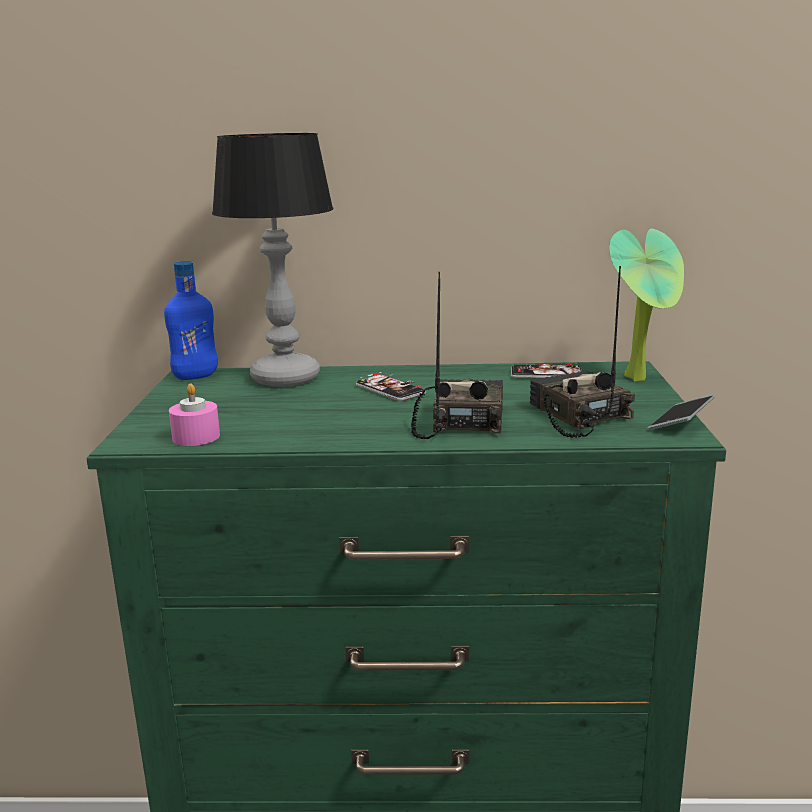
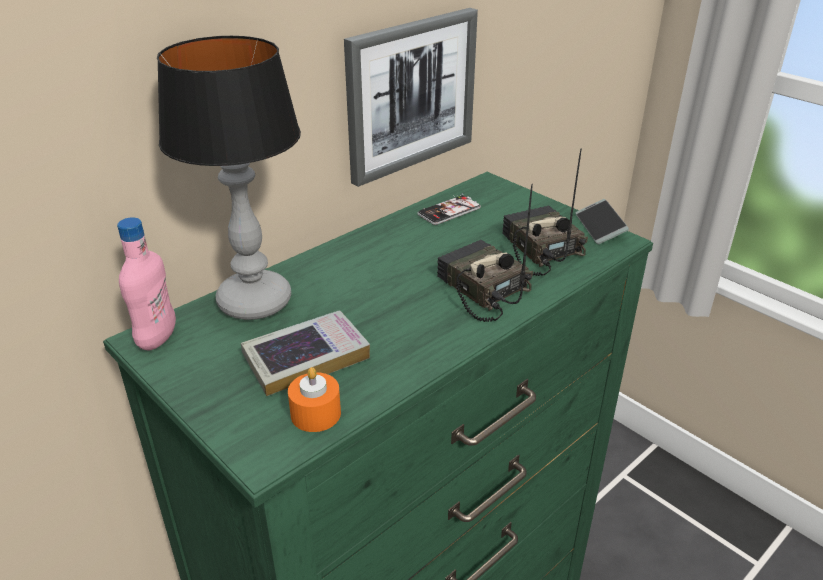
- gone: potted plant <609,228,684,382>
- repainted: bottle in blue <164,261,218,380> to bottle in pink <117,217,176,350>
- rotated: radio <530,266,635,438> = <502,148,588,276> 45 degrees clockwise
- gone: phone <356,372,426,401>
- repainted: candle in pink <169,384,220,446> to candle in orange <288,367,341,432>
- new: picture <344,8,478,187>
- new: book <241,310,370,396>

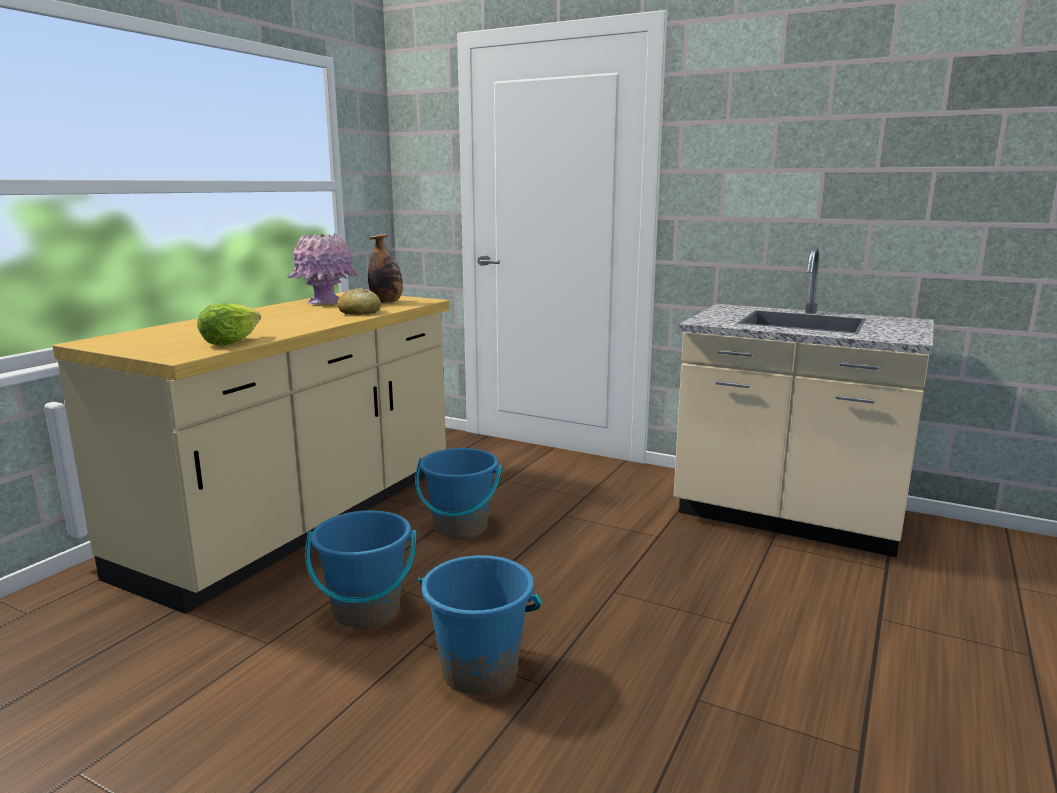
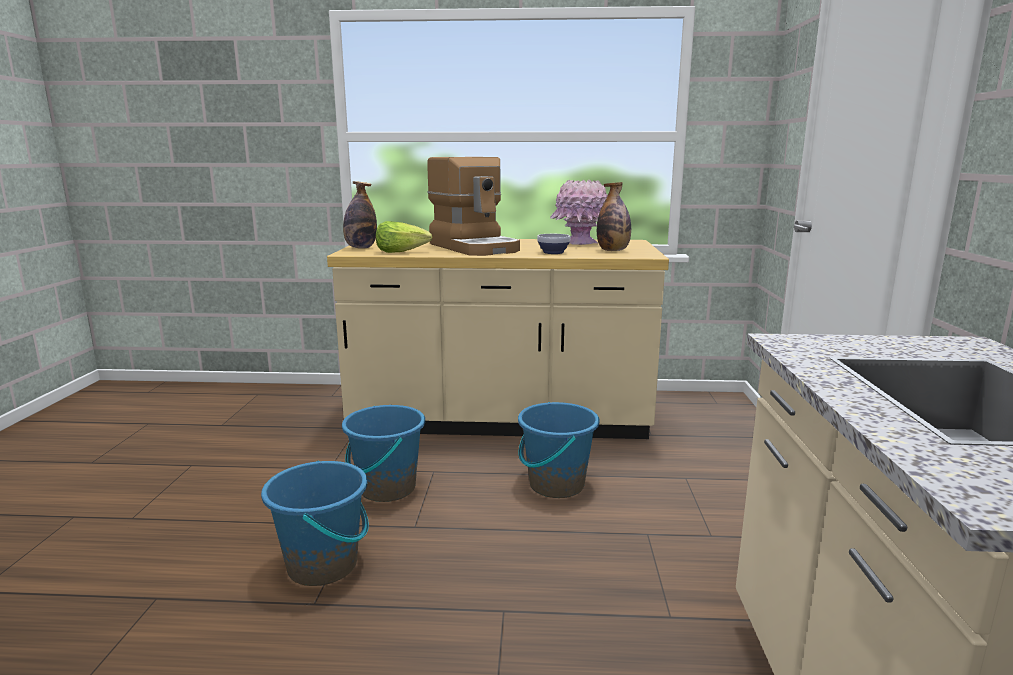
- swapped: bread <337,288,381,315> to bowl <537,234,571,254>
- new: coffee machine <427,157,520,256>
- new: bottle <343,181,377,248>

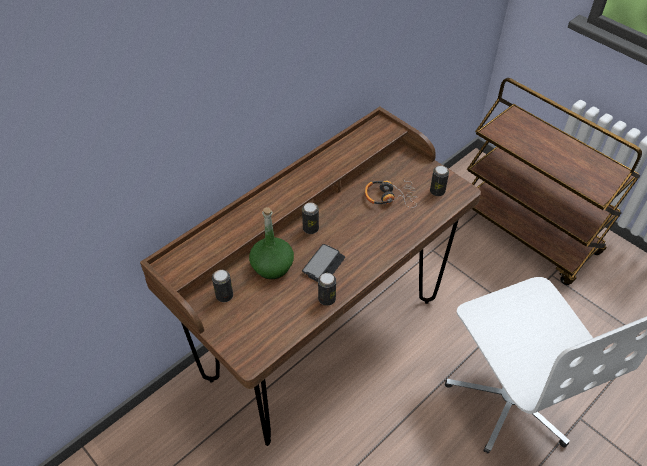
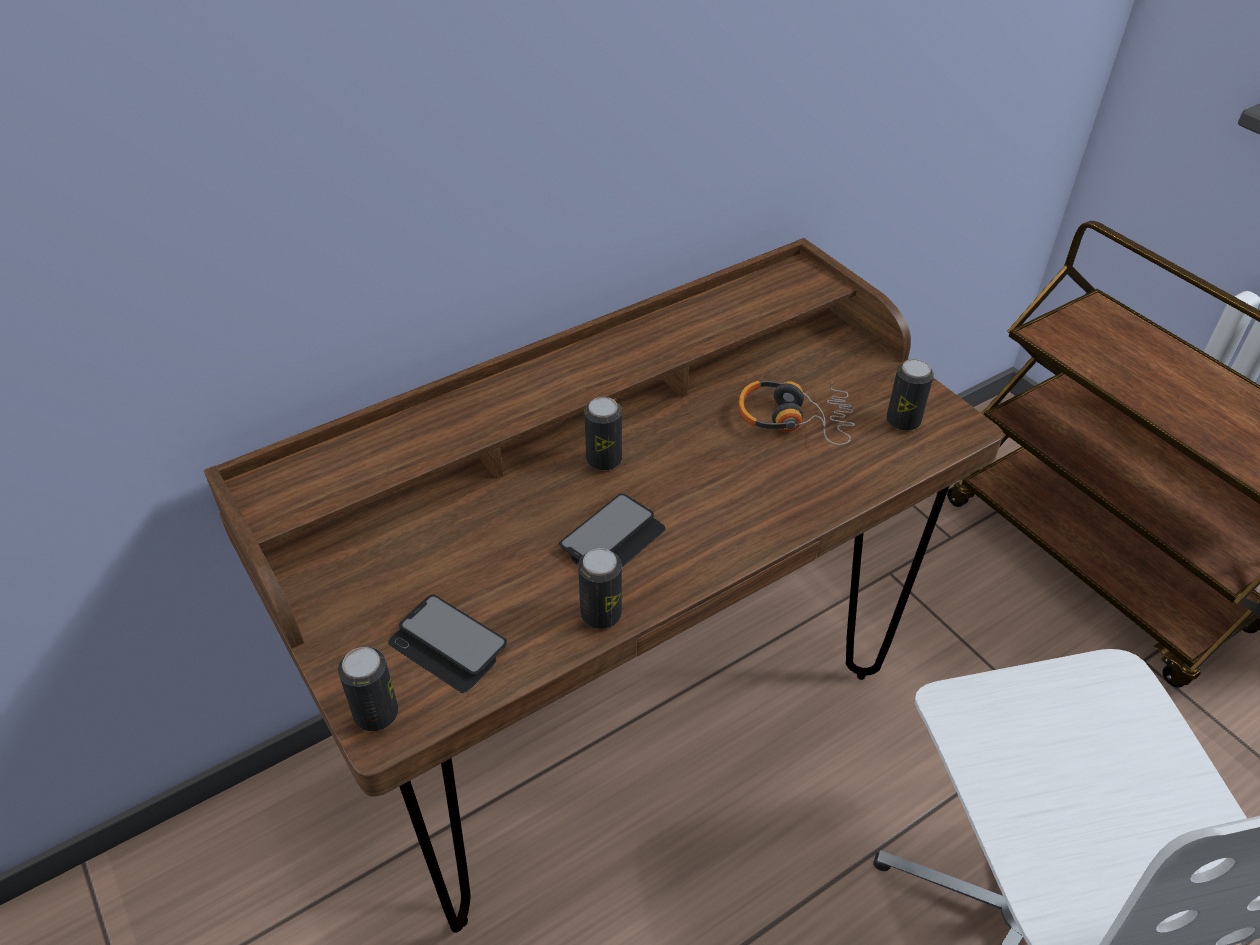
- gone: bottle in green <249,207,294,279>
- shifted: can <212,270,233,302> to <338,647,398,731>
- new: phone <388,595,507,693>

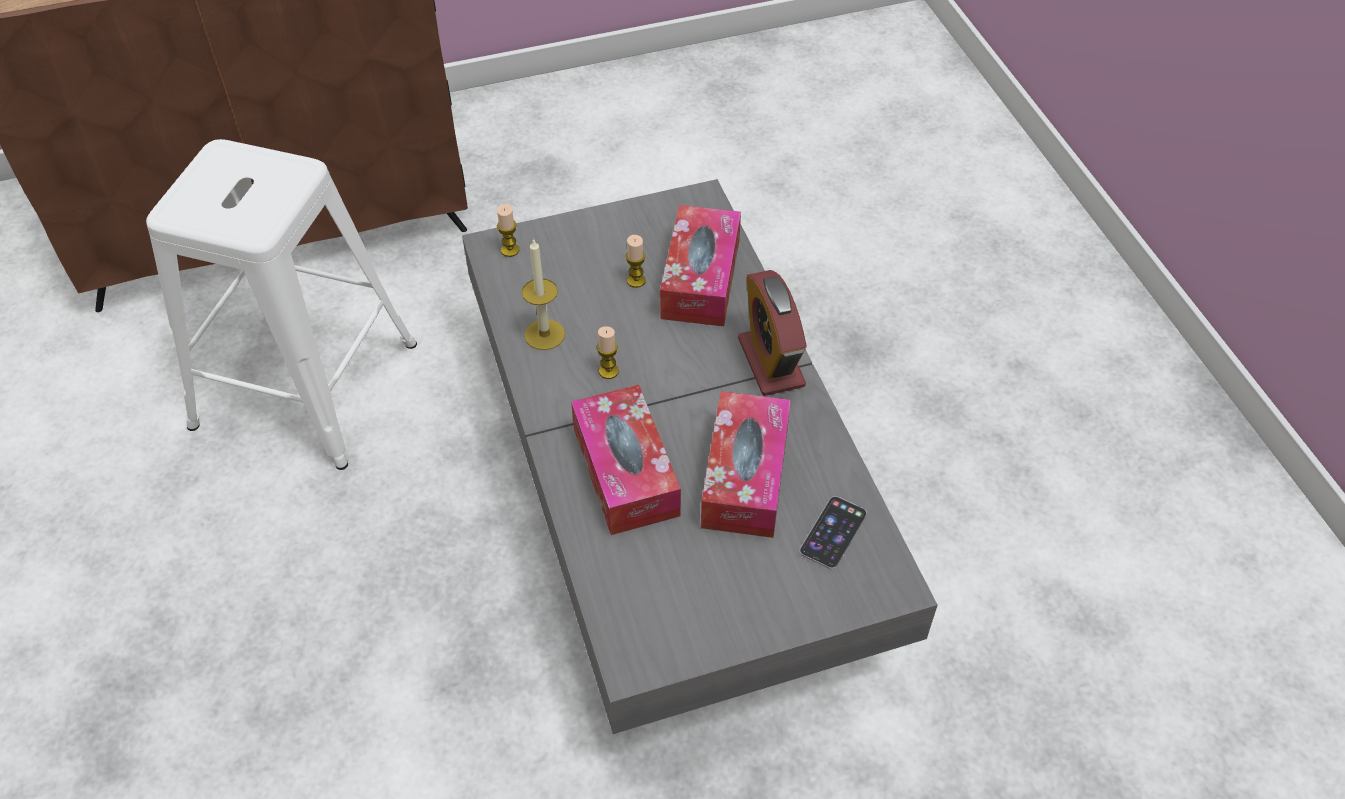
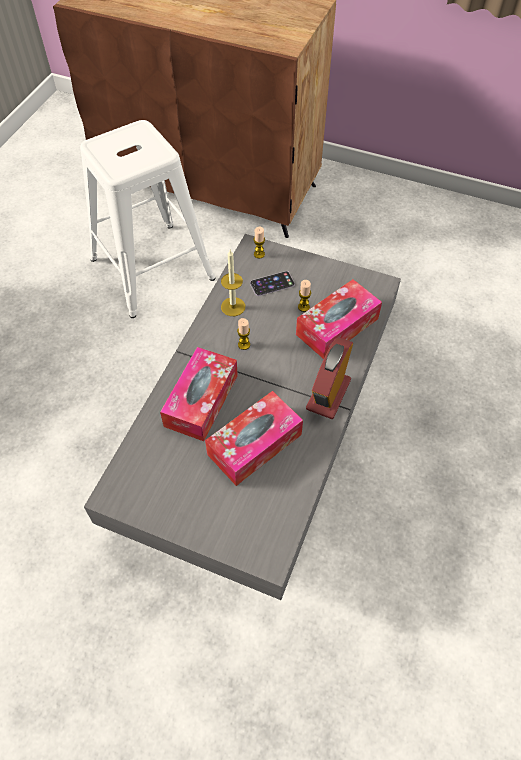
- shifted: phone <799,496,867,570> to <250,271,295,296>

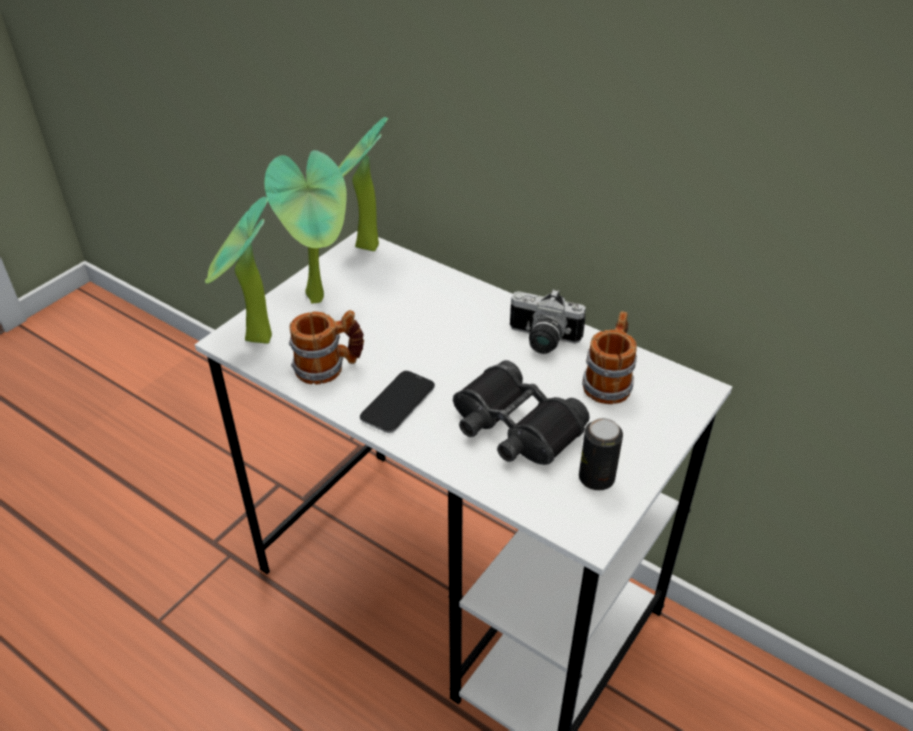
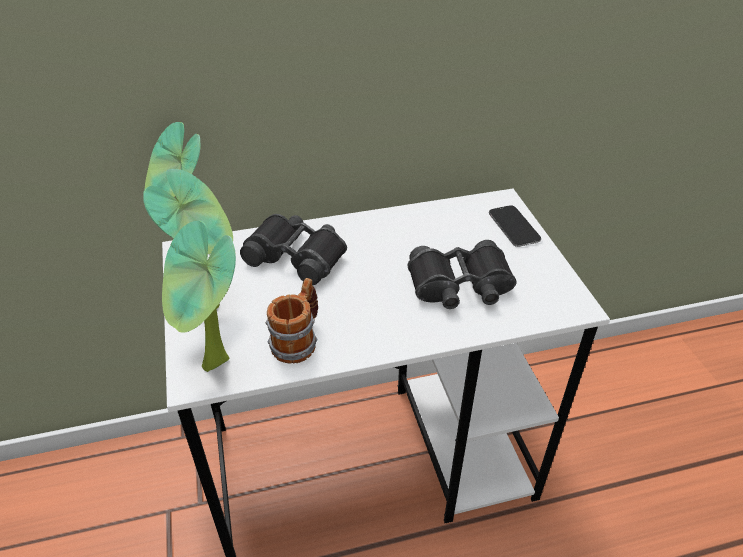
- gone: photo camera <510,289,586,354>
- gone: mug <582,311,637,404>
- shifted: phone <360,371,435,433> to <489,205,541,247>
- gone: can <579,418,623,490>
- new: binoculars in black <240,214,347,285>

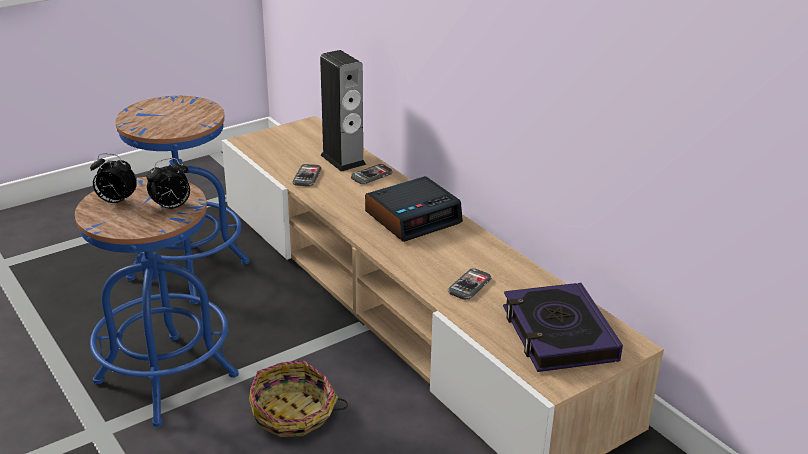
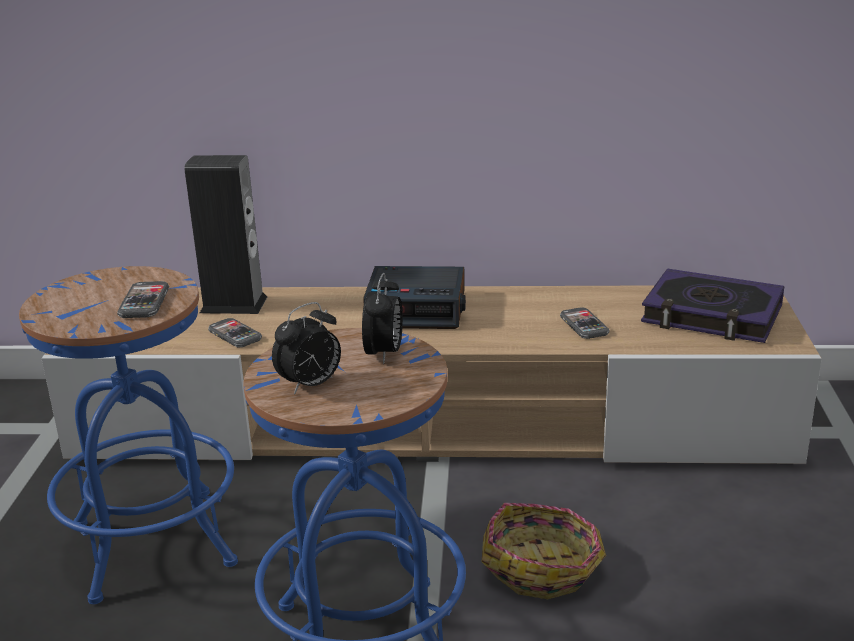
- shifted: phone <351,164,393,184> to <117,281,169,318>
- rotated: alarm clock <365,176,463,242> = <364,266,466,329> 90 degrees clockwise

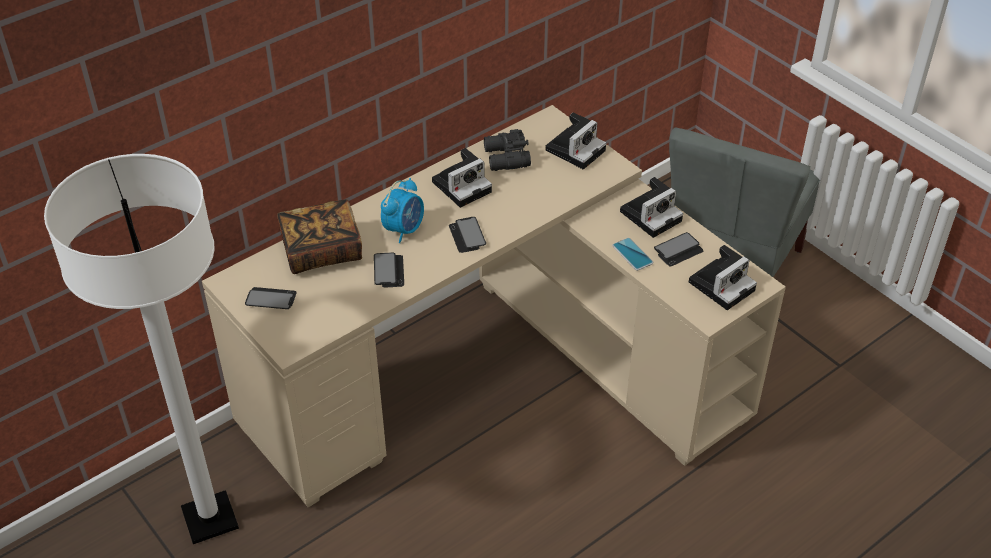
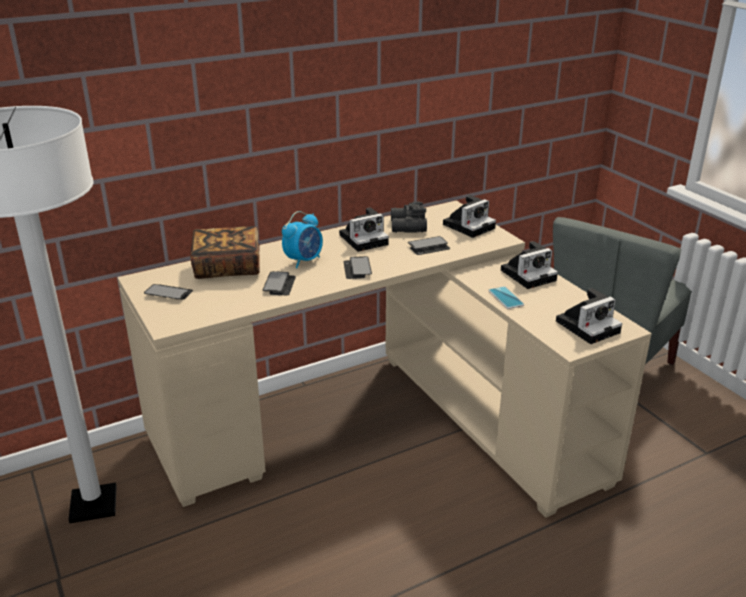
- shifted: phone <654,232,703,267> to <408,236,450,255>

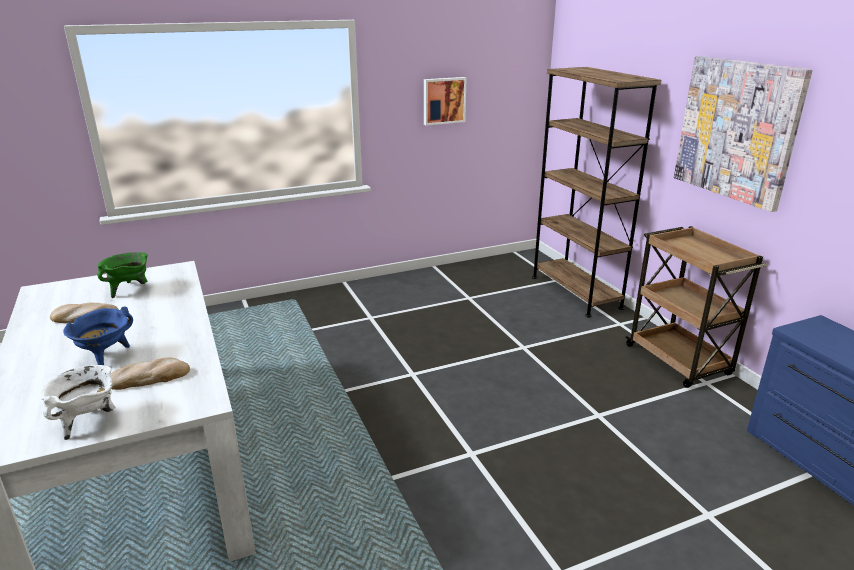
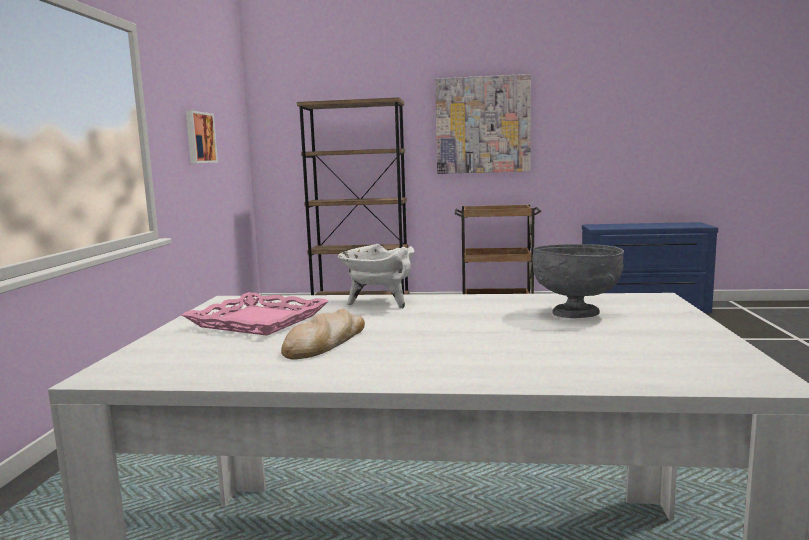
- swapped: cooking pot in green <97,252,148,298> to tray in pink <182,292,329,336>
- gone: cooking pot in blue <63,306,133,365>
- swapped: bread <111,357,190,390> to bowl in grey <532,244,624,318>
- shifted: cooking pot in white <39,365,115,440> to <338,244,414,309>

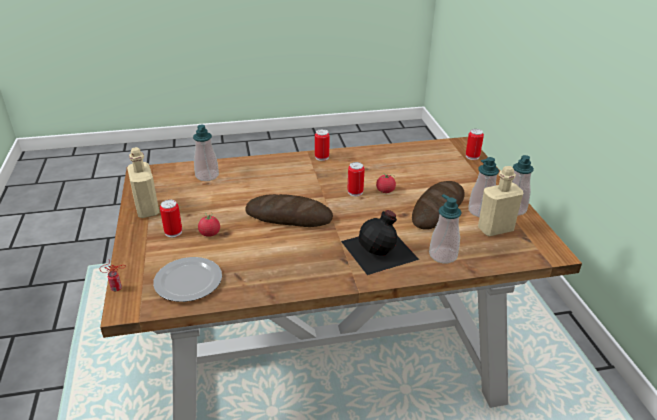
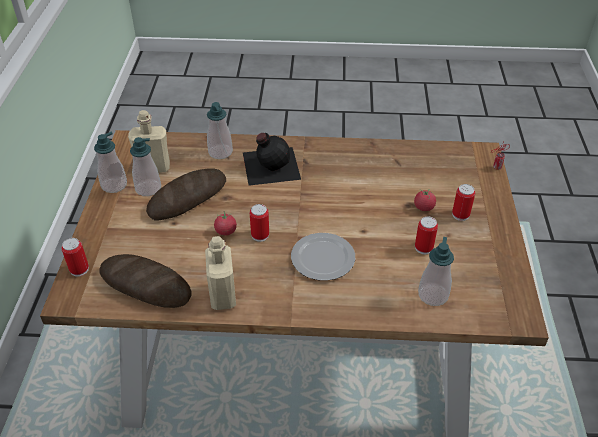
- shifted: can <315,129,330,161> to <415,216,438,254>
- shifted: bottle in beige <127,147,160,218> to <205,236,236,310>
- shifted: bread <245,194,333,227> to <100,254,192,308>
- shifted: plate <153,257,222,302> to <291,233,355,281>

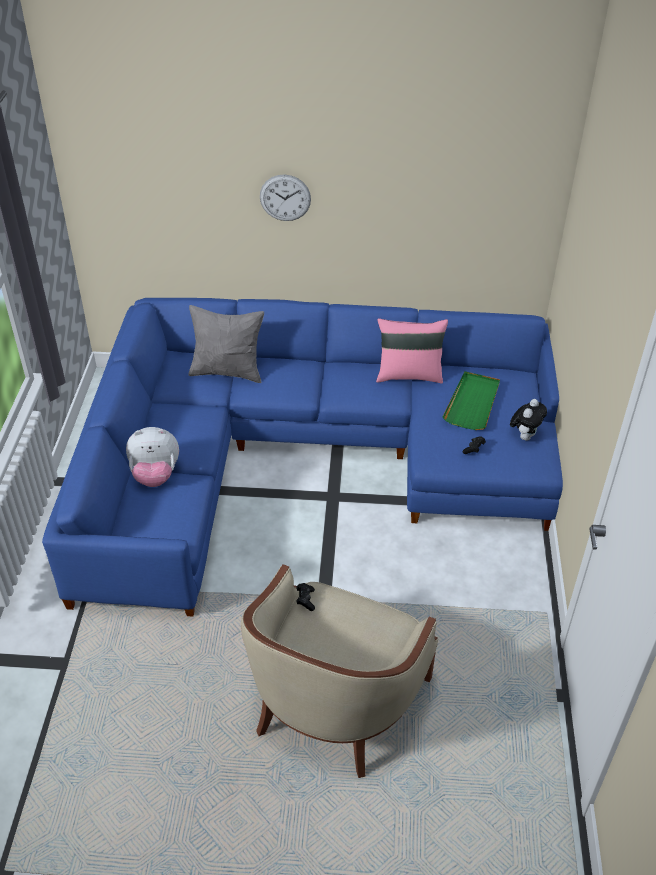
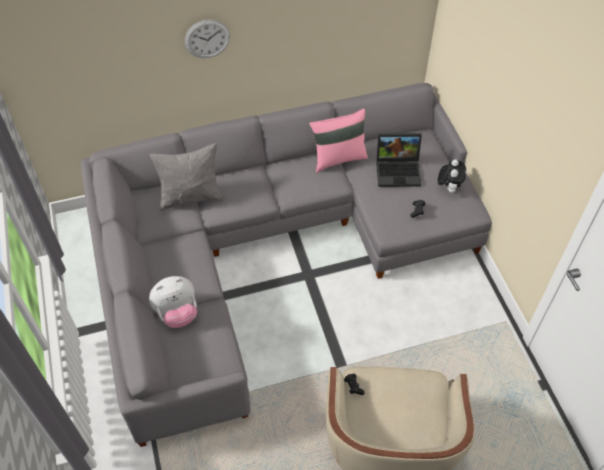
- repainted: sofa in blue <42,298,563,617> to sofa in grey <81,83,492,447>
- swapped: tray in green <443,371,500,430> to laptop <376,133,422,187>

